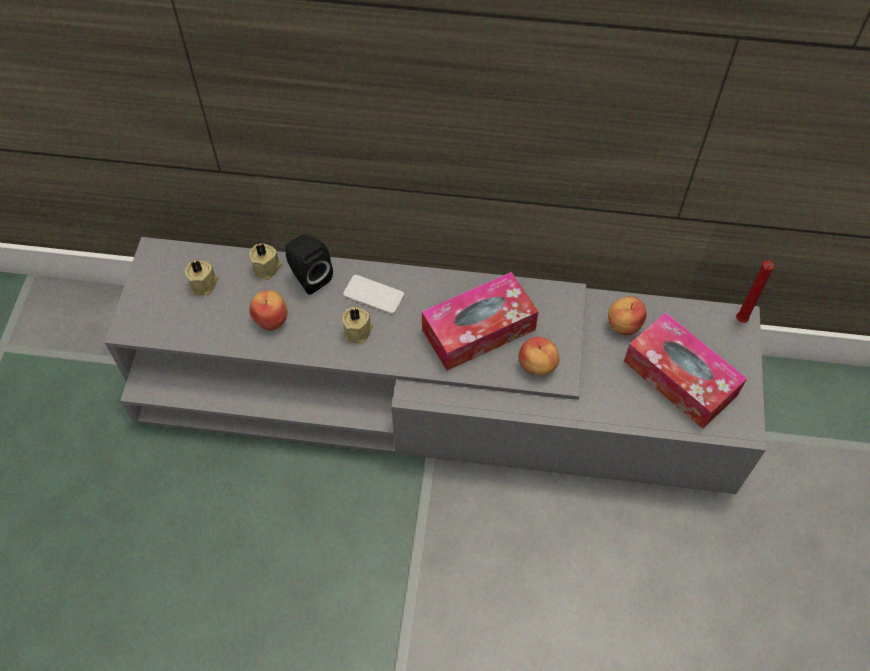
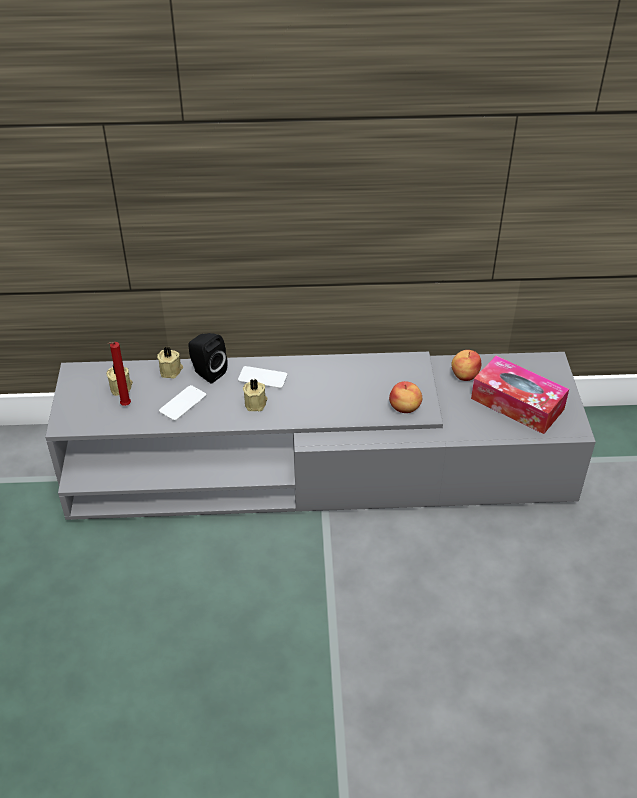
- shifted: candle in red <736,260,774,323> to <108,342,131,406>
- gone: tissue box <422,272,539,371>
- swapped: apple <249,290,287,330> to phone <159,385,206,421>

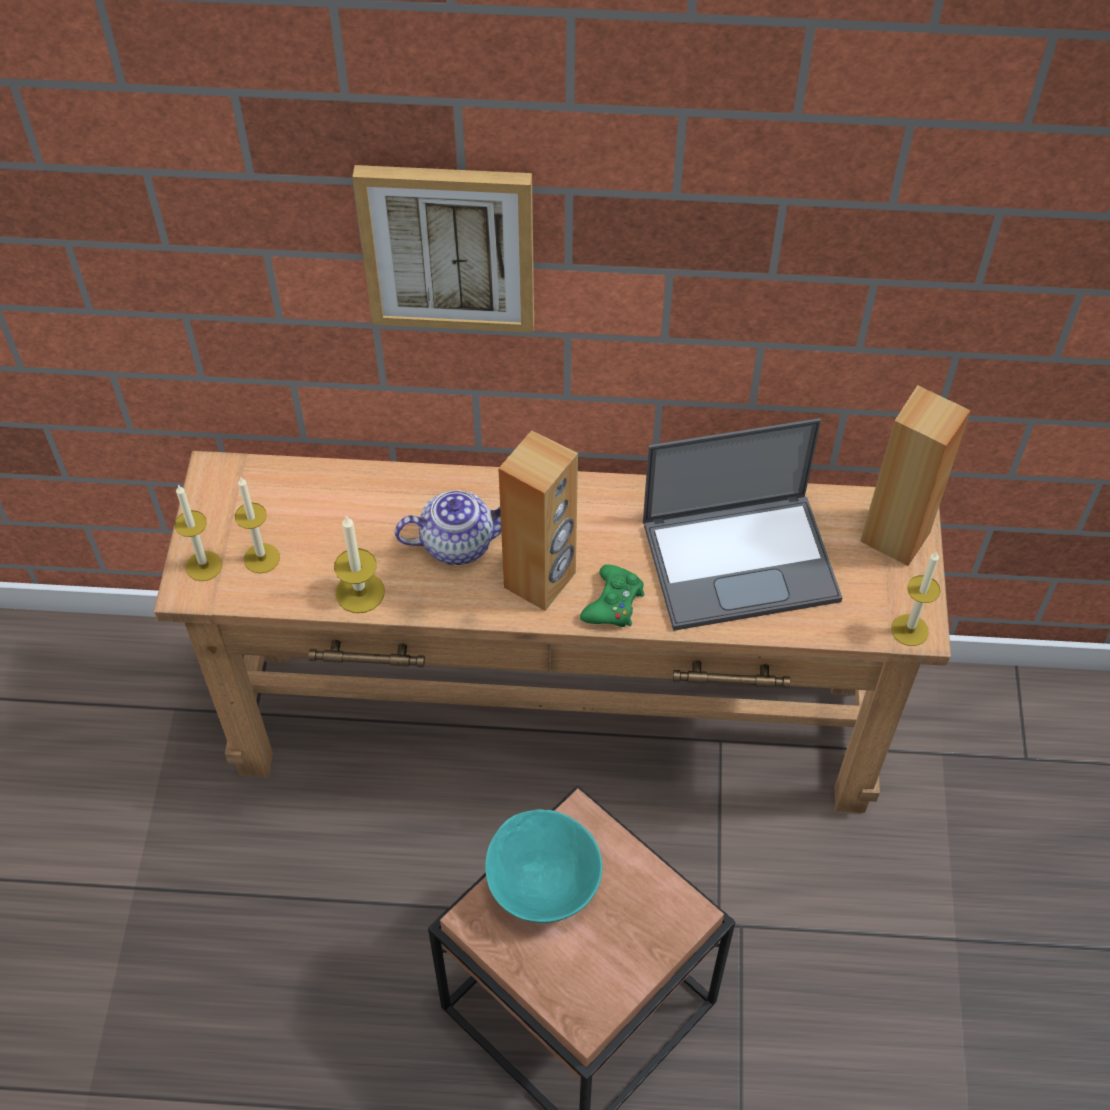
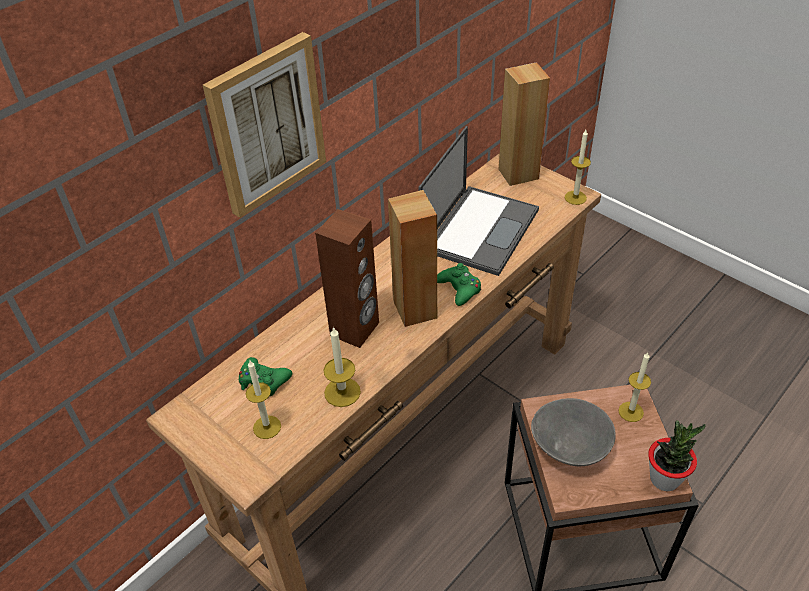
- shifted: candle <174,485,222,581> to <618,352,651,422>
- swapped: teapot <395,490,501,565> to speaker in brown <315,209,379,348>
- repainted: bowl in turquoise <485,809,602,923> to bowl in grey <531,398,616,466>
- new: game controller in green <239,357,292,396>
- new: potted plant <648,420,706,491>

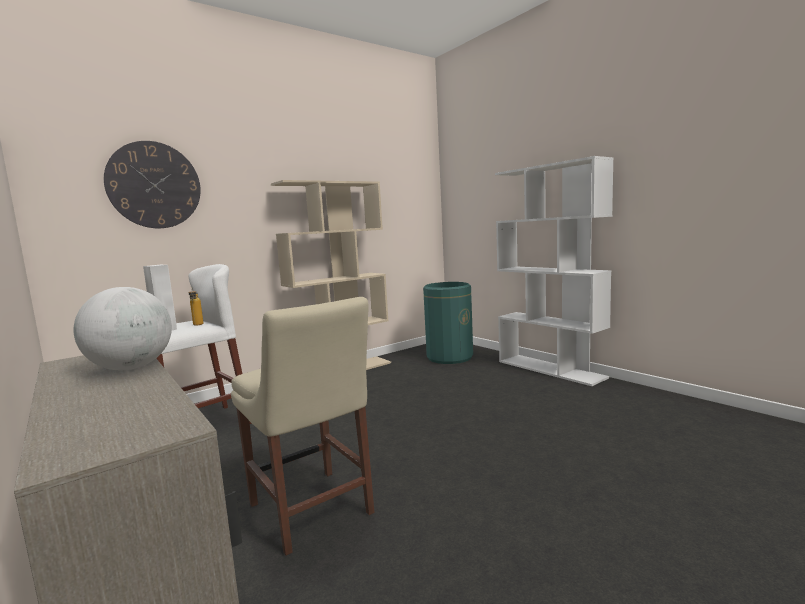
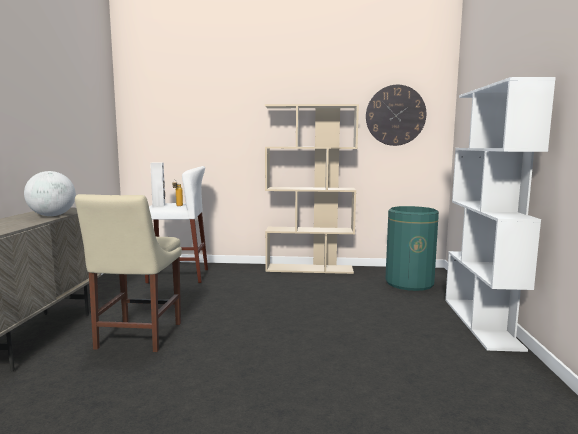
- shifted: wall clock <104,141,201,228> to <366,85,426,146>

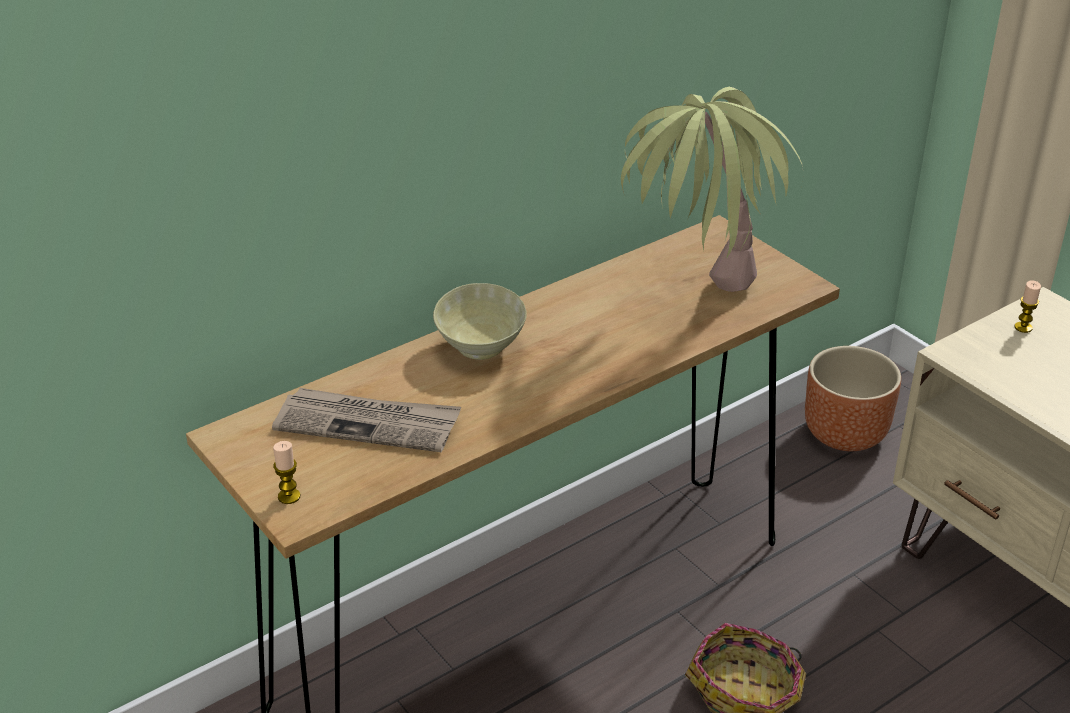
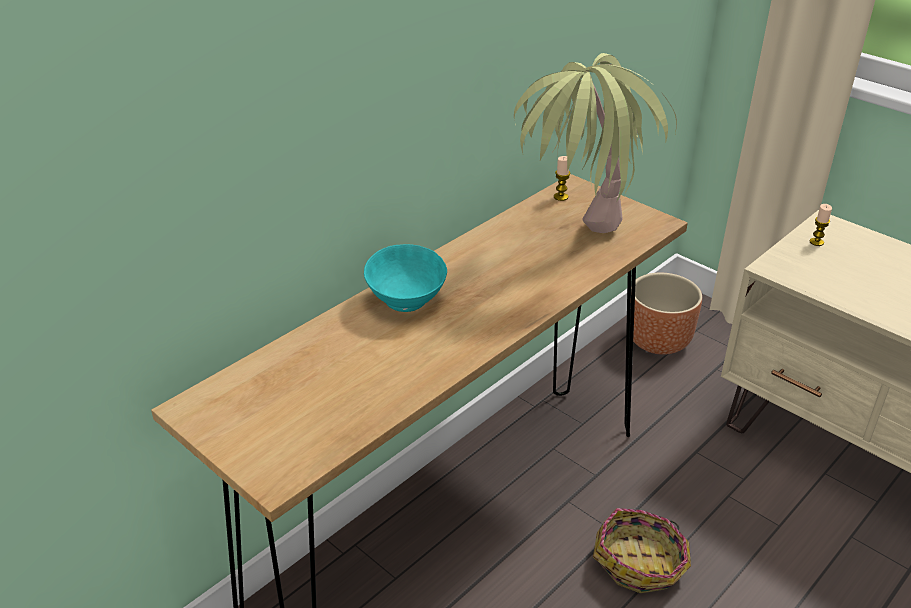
- repainted: bowl in beige <433,283,527,360> to bowl in turquoise <364,244,447,312>
- gone: newspaper <272,388,461,452>
- shifted: candle <273,441,300,504> to <554,156,570,201>

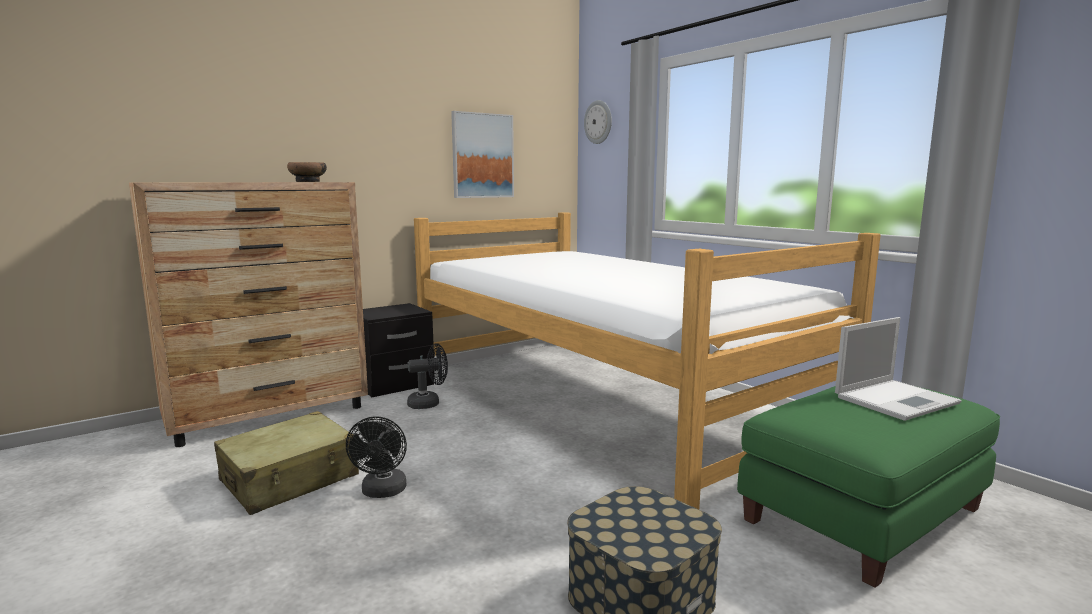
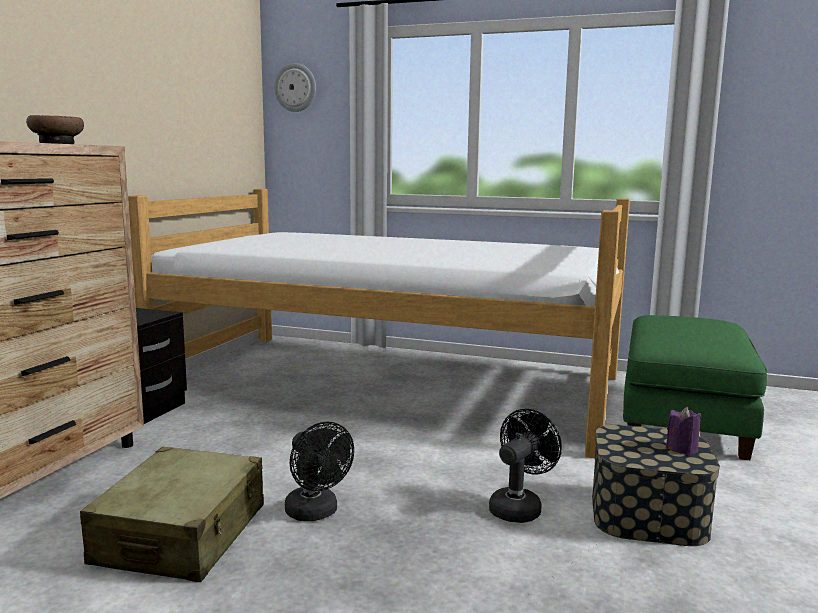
- gone: picture <451,111,514,198>
- gone: laptop <835,317,962,421>
- shifted: fan in black <407,343,448,409> to <489,409,562,523>
- new: candle in purple <666,407,701,455>

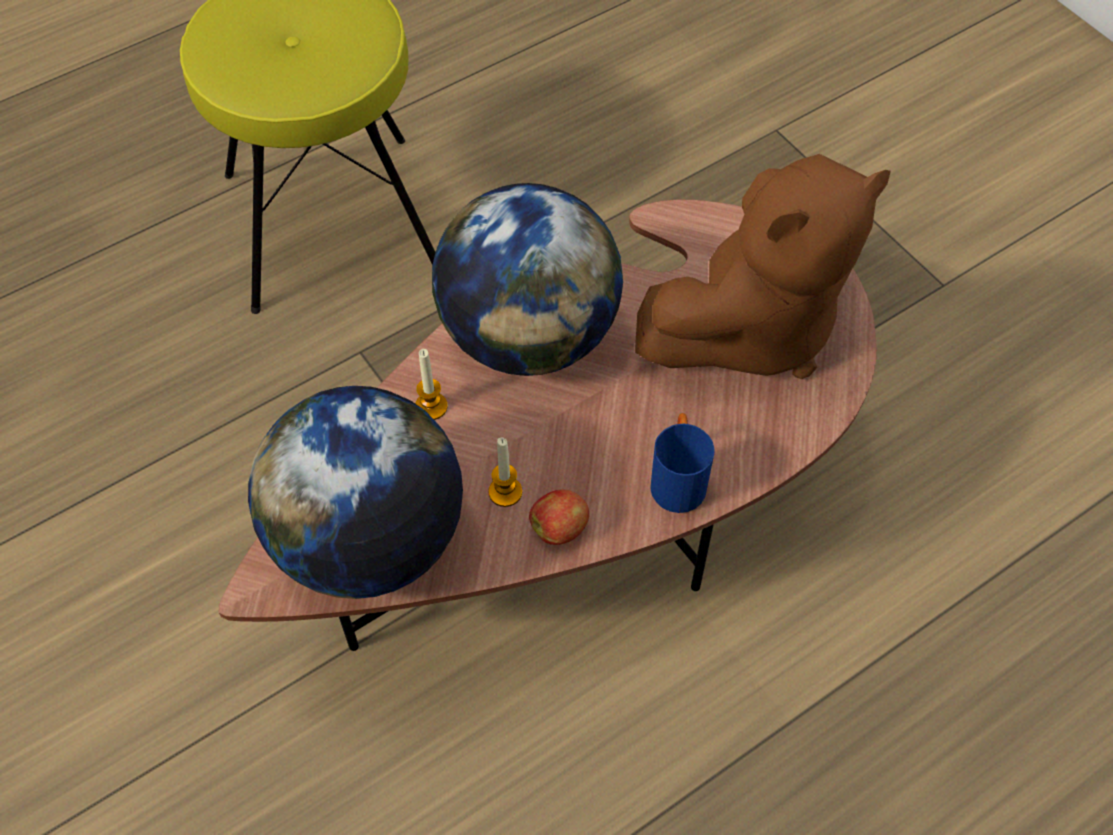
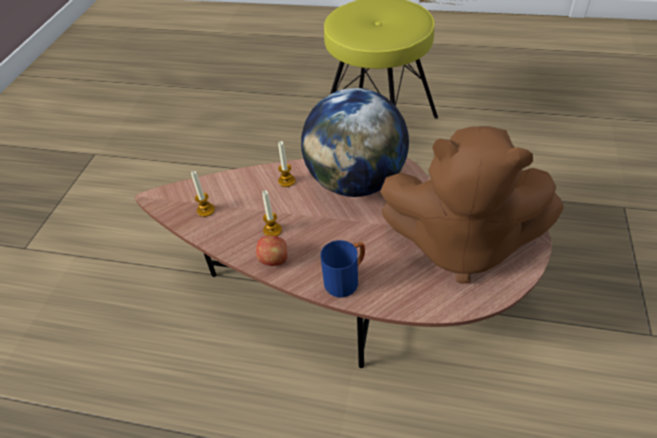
- swapped: globe <248,386,463,599> to candle <191,171,215,217>

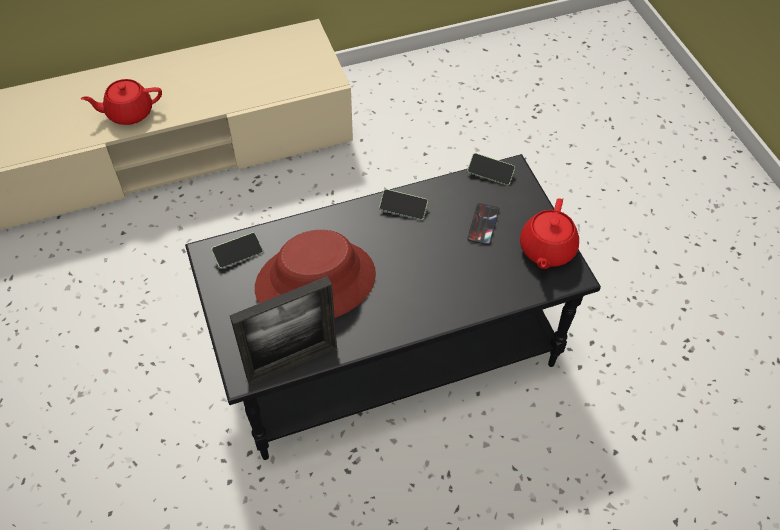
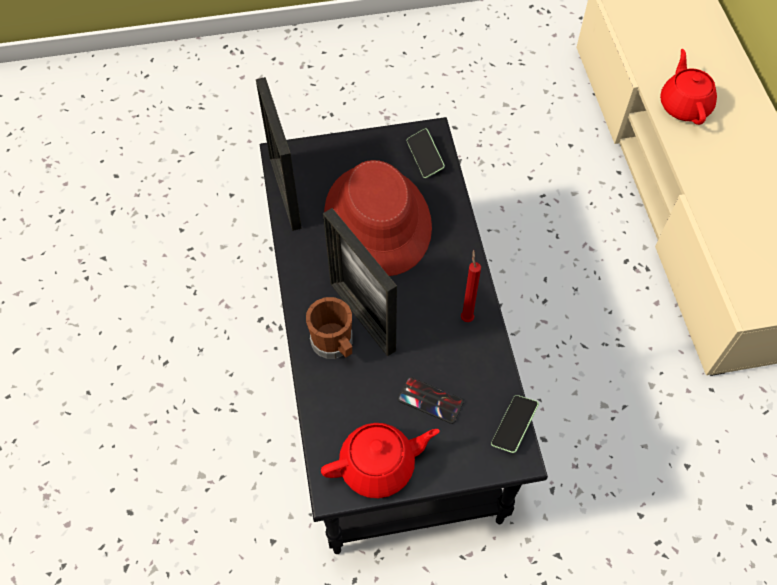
- swapped: phone <379,189,428,220> to candle in red <461,250,481,322>
- rotated: teapot in red <520,198,579,269> = <321,423,440,498> 135 degrees clockwise
- new: picture frame <323,208,397,356>
- new: mug in brown <306,297,353,359>

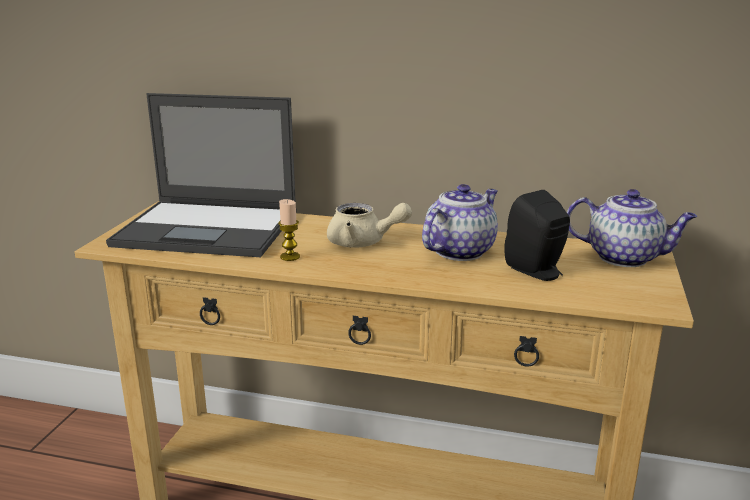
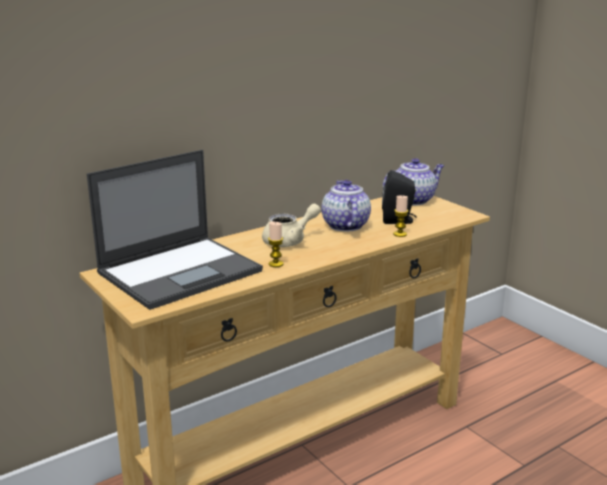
- new: candle <393,195,408,237>

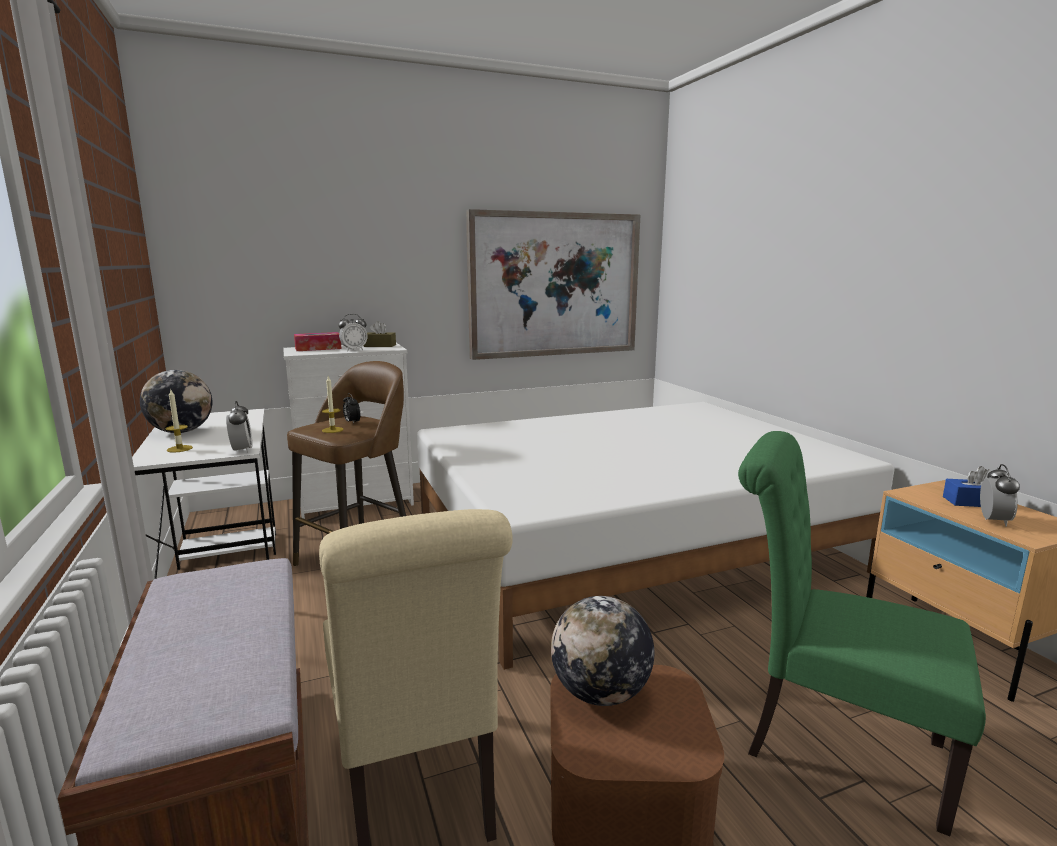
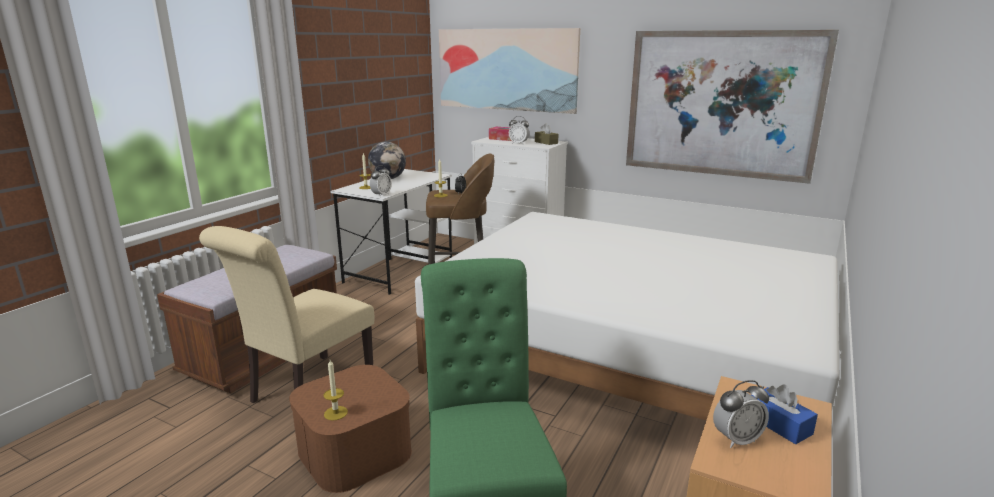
- gone: globe <551,596,654,706>
- new: picture <439,28,580,114>
- new: candle <323,360,348,421>

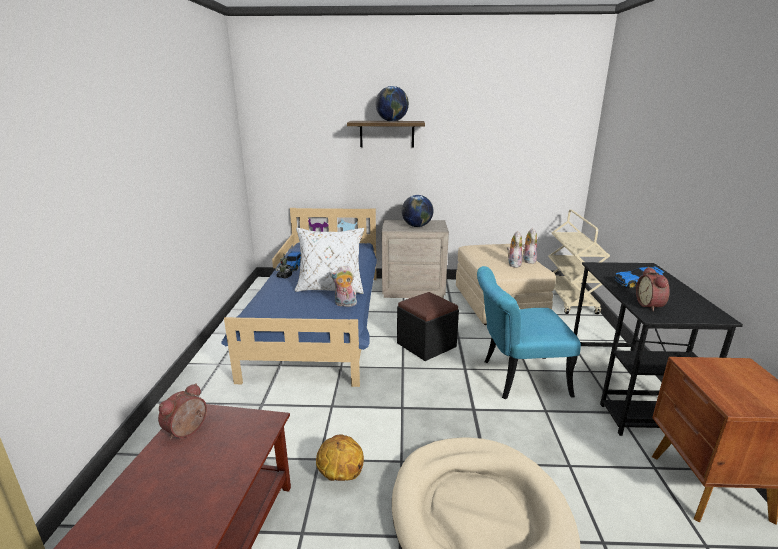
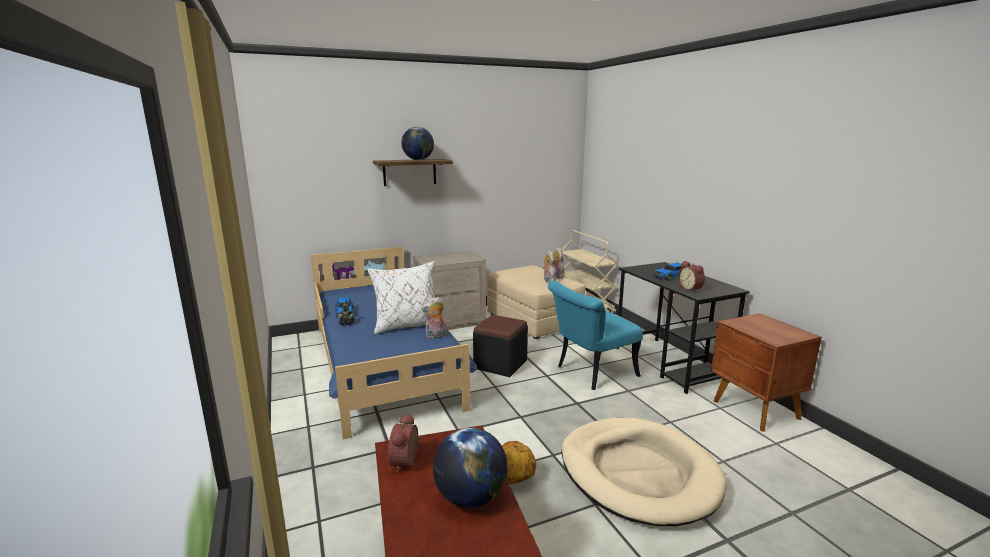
- shifted: globe <402,195,433,227> to <433,428,508,508>

